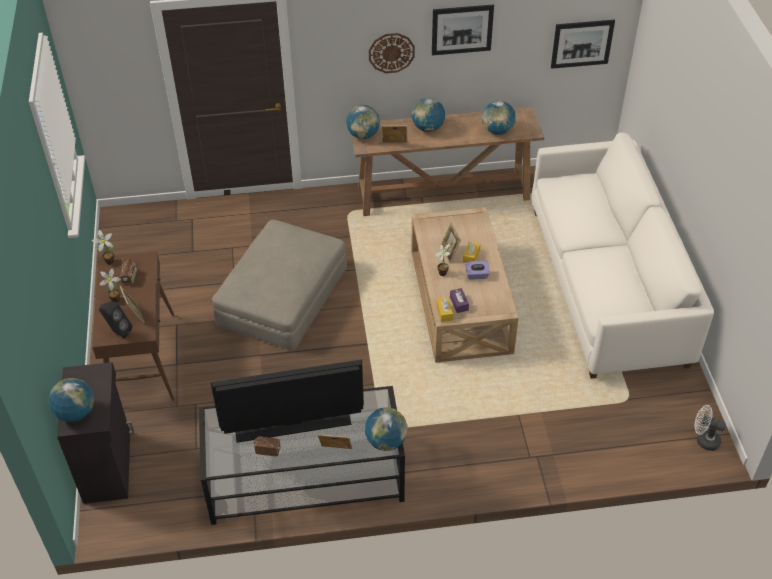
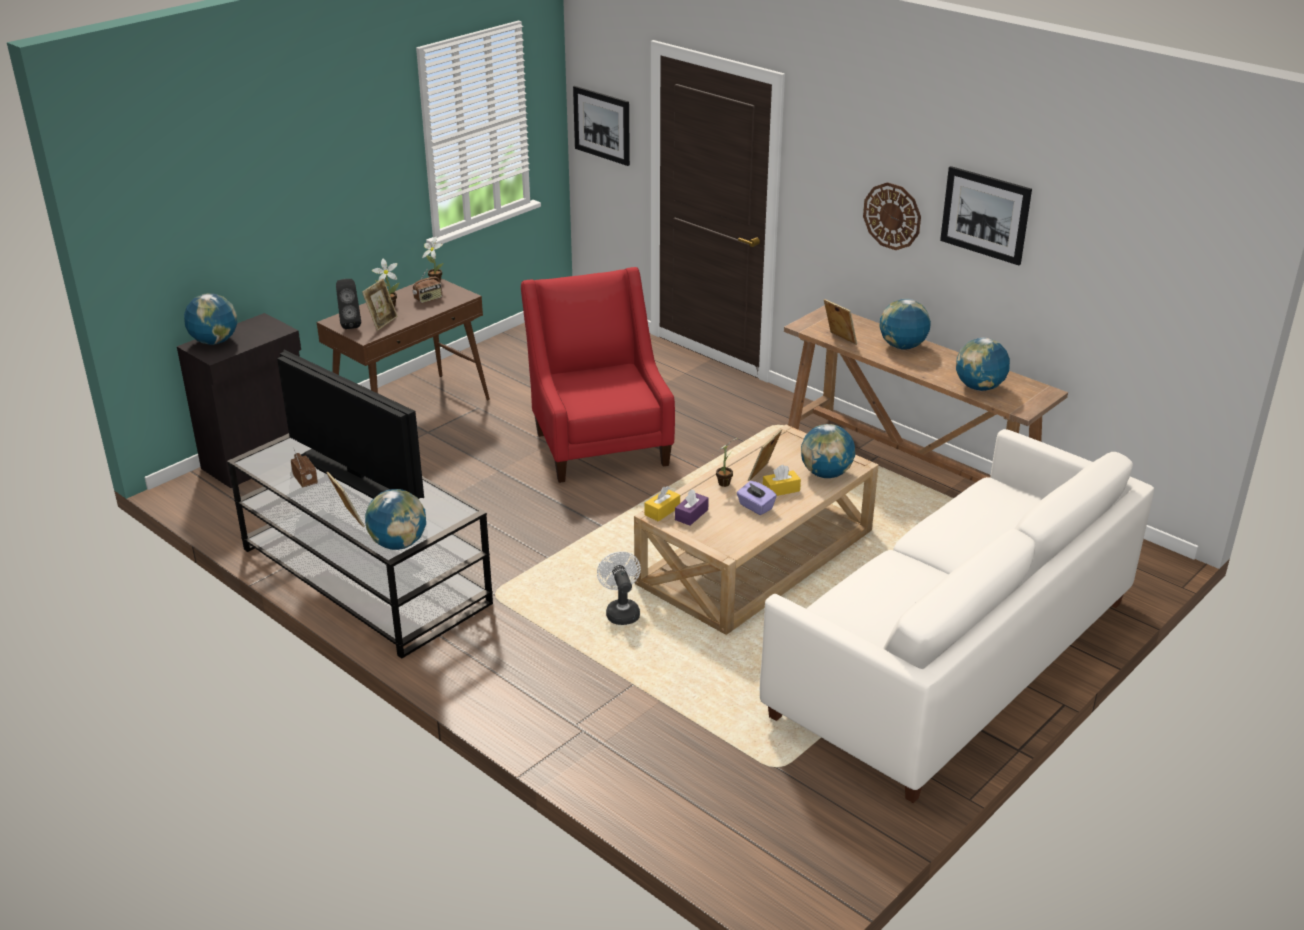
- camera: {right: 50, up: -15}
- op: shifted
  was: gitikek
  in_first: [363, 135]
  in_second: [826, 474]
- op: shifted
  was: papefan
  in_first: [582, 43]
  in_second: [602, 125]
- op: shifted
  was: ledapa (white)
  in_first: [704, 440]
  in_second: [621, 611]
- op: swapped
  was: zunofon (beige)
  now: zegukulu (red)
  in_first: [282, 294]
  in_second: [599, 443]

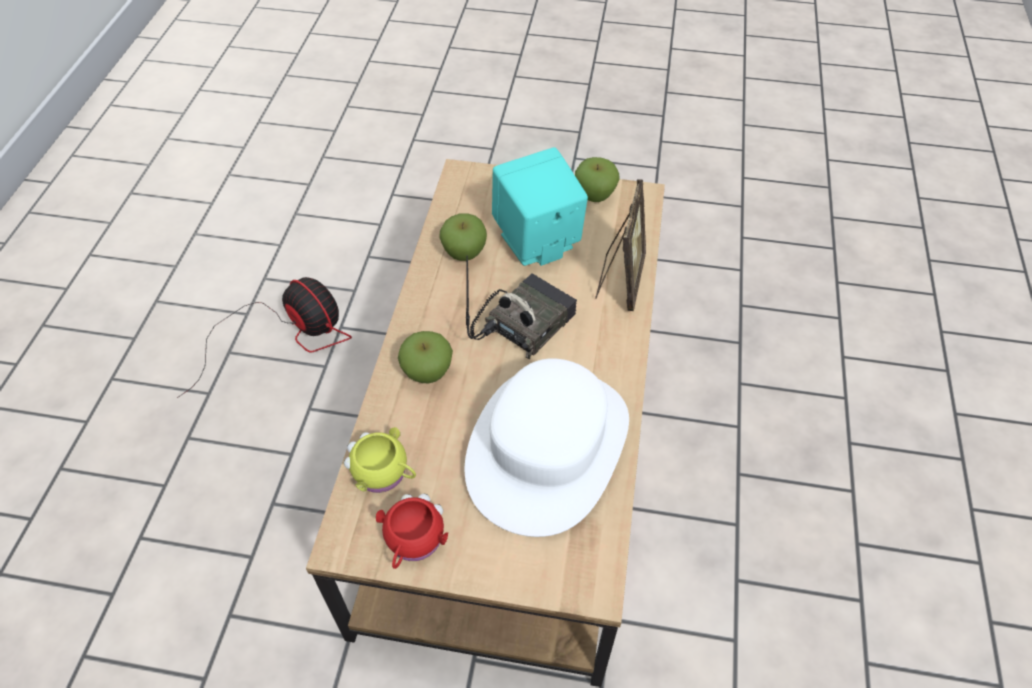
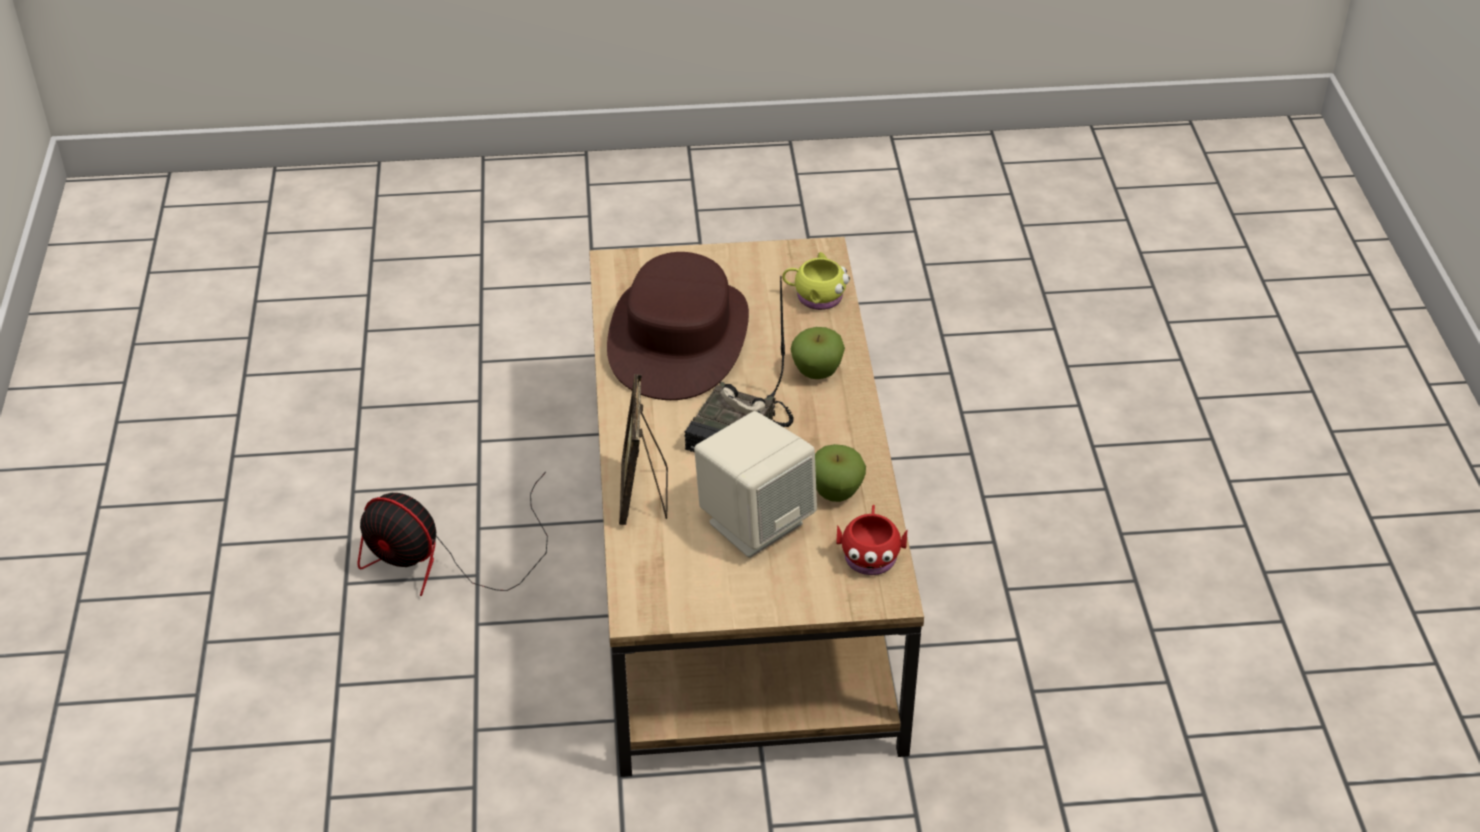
- camera: {right: 165, up: -10}
- op: gone
  was: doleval
  in_first: [595, 196]
- op: shifted
  was: ledapa
  in_first: [286, 336]
  in_second: [446, 559]
- op: shifted
  was: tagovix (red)
  in_first: [413, 542]
  in_second: [870, 554]
- op: repainted
  was: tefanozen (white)
  now: tefanozen (brown)
  in_first: [547, 447]
  in_second: [679, 338]
- op: repainted
  was: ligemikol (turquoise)
  now: ligemikol (beige)
  in_first: [537, 242]
  in_second: [755, 523]

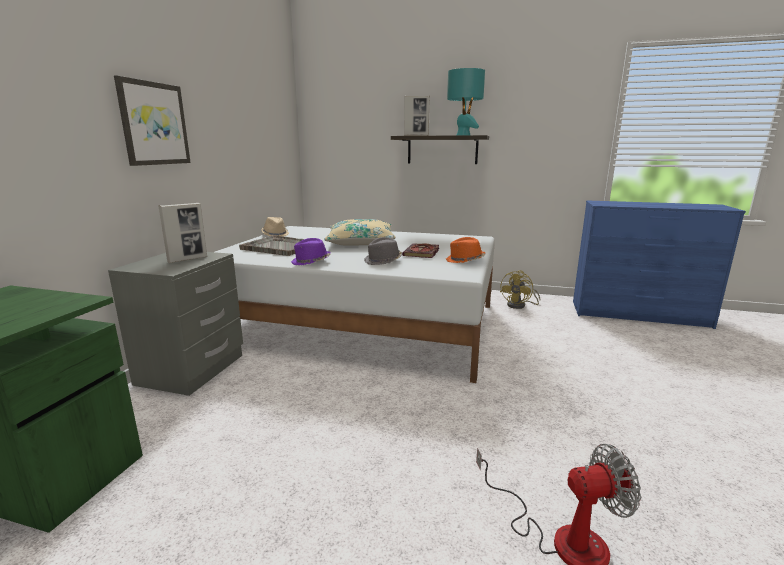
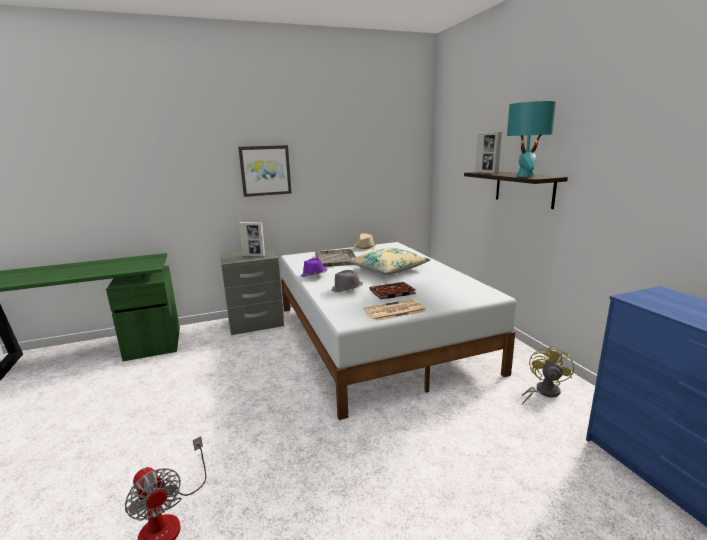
- camera: {right: 55, up: 0}
- op: swapped
  was: tefanozen (orange)
  now: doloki
  in_first: [465, 260]
  in_second: [394, 311]
- op: rotated
  was: ledapa (yellow)
  in_first: [520, 305]
  in_second: [543, 392]
  clockwise: 120

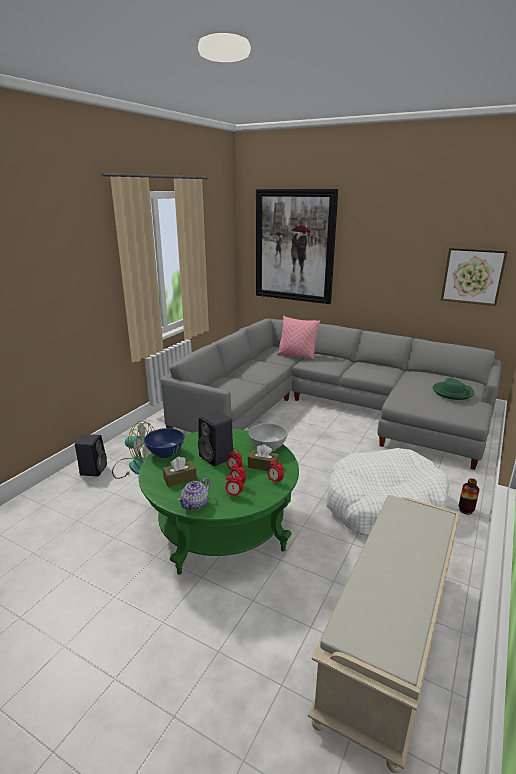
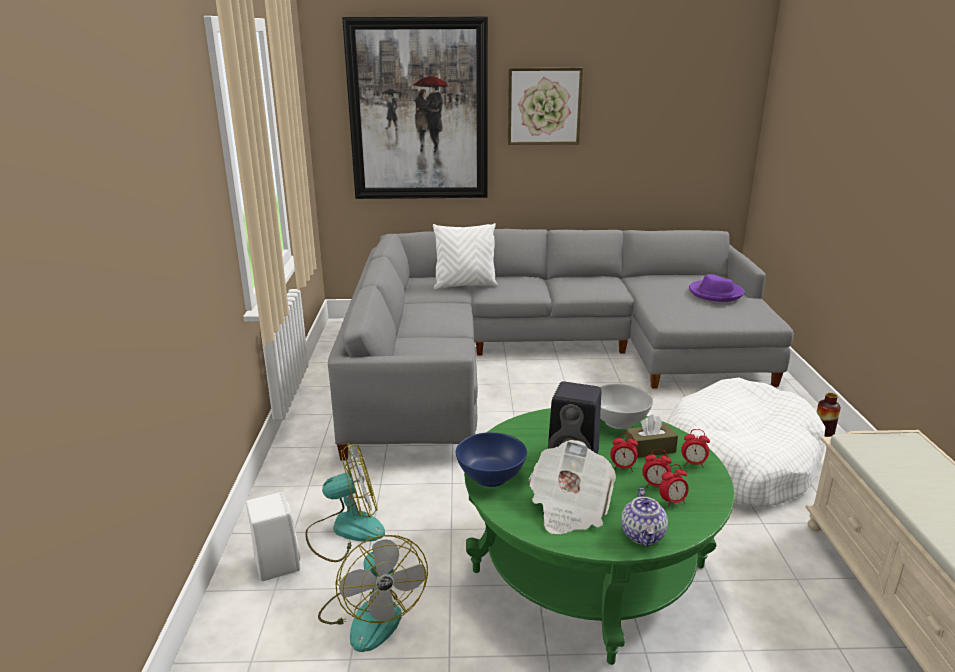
- camera: {right: -30, up: 0}
- op: new
  now: ledapa
  in_second: [371, 614]
- op: shifted
  was: papefan
  in_first: [472, 276]
  in_second: [544, 106]
- op: swapped
  was: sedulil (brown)
  now: doloki
  in_first: [180, 479]
  in_second: [569, 507]
- op: repainted
  was: ligemikol (black)
  now: ligemikol (white)
  in_first: [94, 469]
  in_second: [276, 563]
- op: repainted
  was: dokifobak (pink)
  now: dokifobak (white)
  in_first: [297, 356]
  in_second: [465, 285]
- op: repainted
  was: tefanozen (green)
  now: tefanozen (purple)
  in_first: [452, 392]
  in_second: [715, 293]

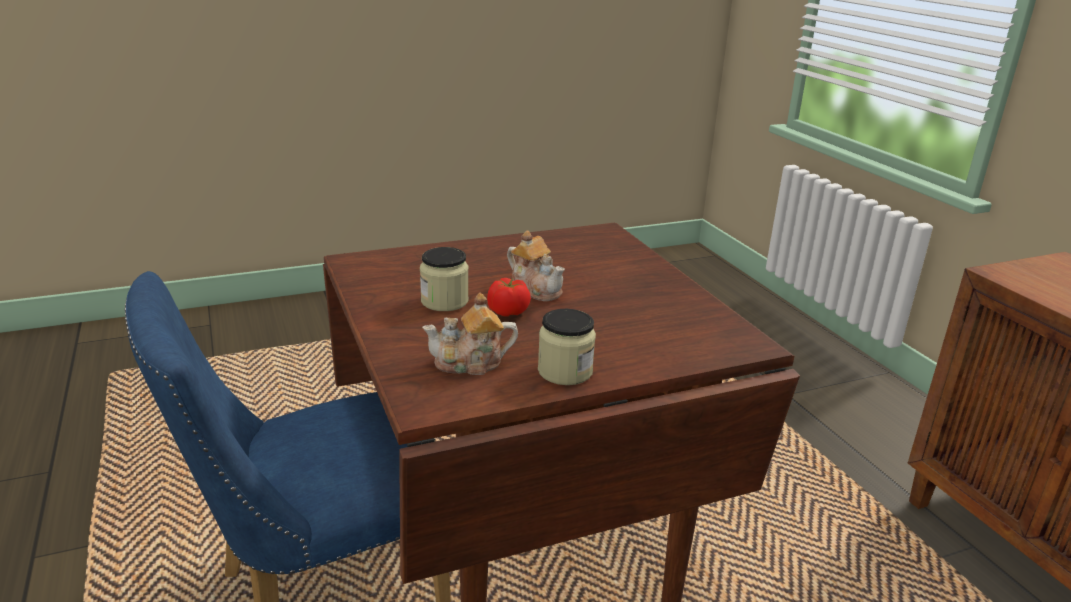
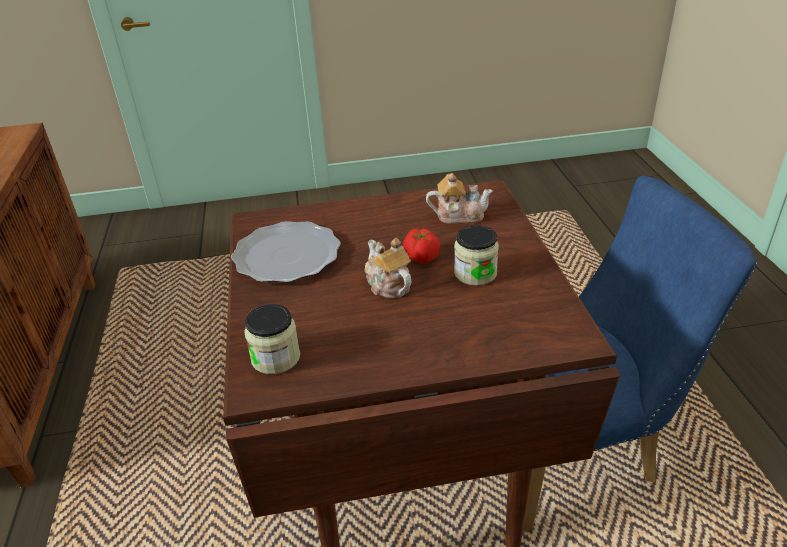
- camera: {right: -165, up: 10}
- op: new
  now: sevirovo
  in_second: [287, 256]
- op: shifted
  was: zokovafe
  in_first: [565, 371]
  in_second: [276, 358]

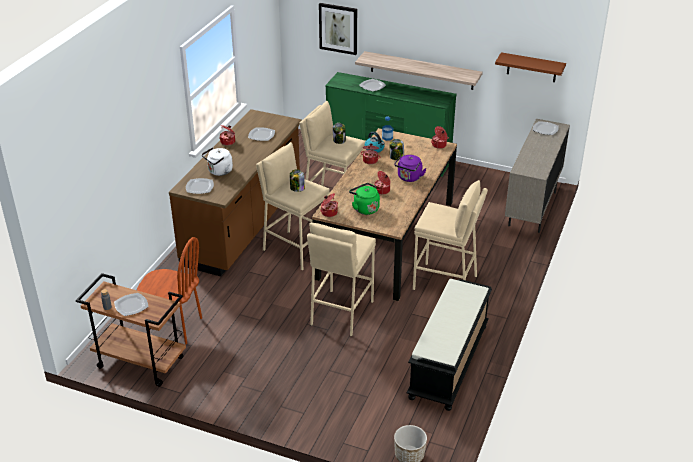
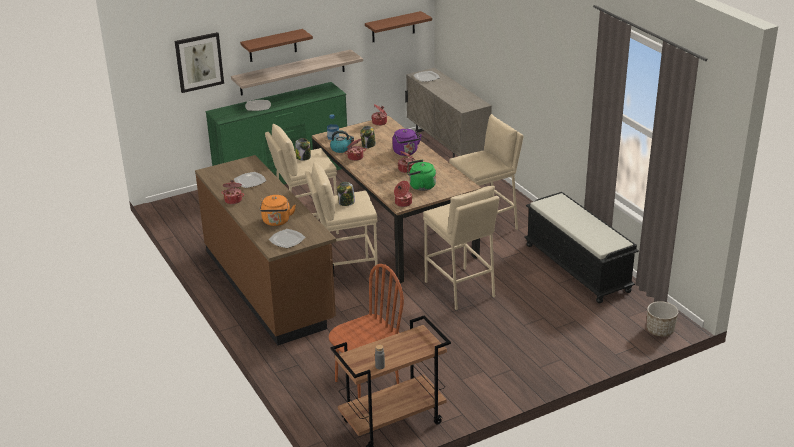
- camera: {right: -50, up: -5}
- op: gone
  was: sevirovo
  in_first: [131, 306]
- op: new
  now: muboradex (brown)
  in_second: [272, 45]
- op: repainted
  was: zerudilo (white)
  now: zerudilo (orange)
  in_first: [219, 172]
  in_second: [276, 222]

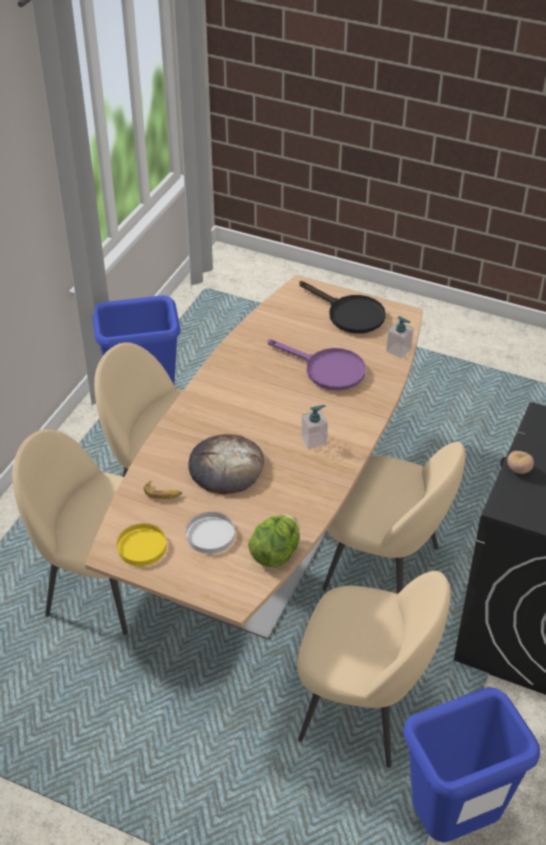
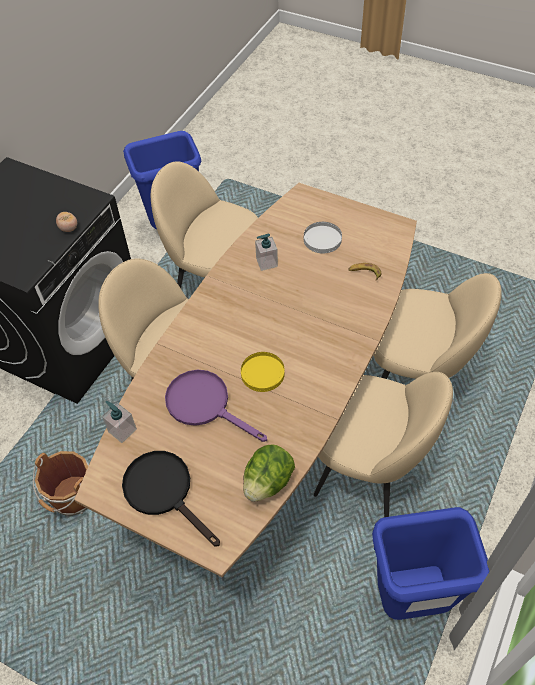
- camera: {right: -175, up: 10}
- op: gone
  was: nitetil
  in_first: [226, 467]
- op: new
  now: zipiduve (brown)
  in_second: [72, 498]
- op: shifted
  was: sevirovo (yellow)
  in_first: [142, 547]
  in_second: [262, 373]
- op: shifted
  was: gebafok
  in_first: [275, 553]
  in_second: [268, 482]
- op: shifted
  was: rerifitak
  in_first: [314, 440]
  in_second: [266, 262]

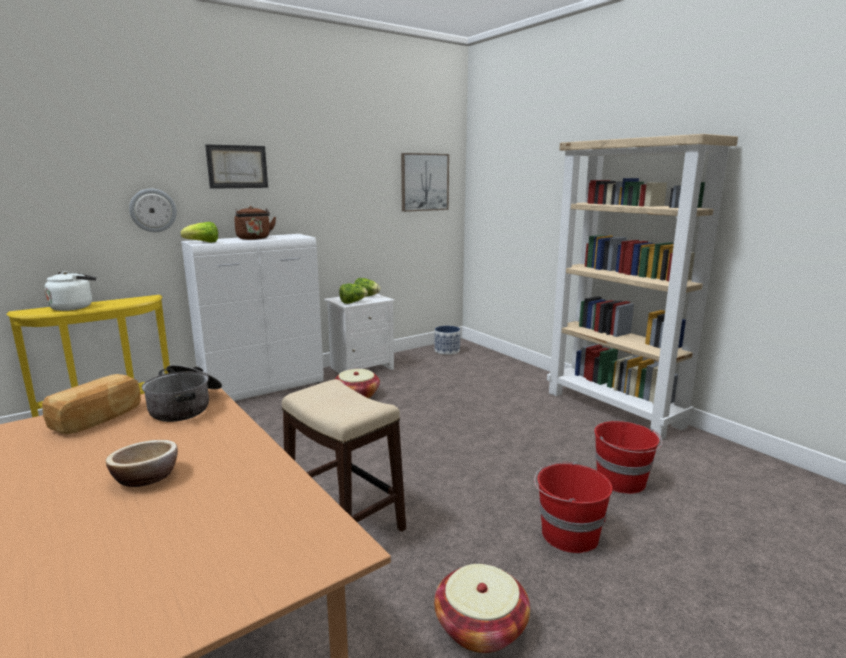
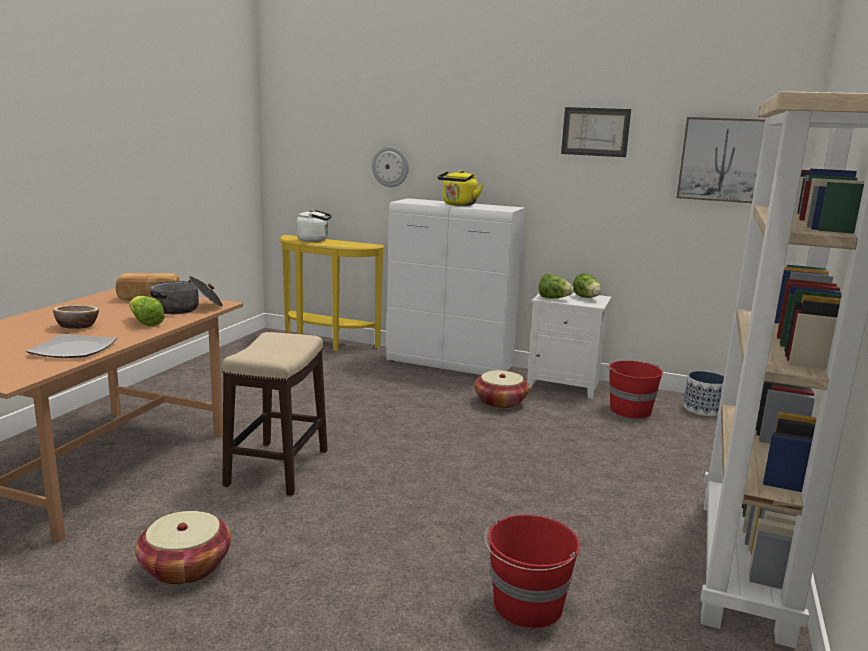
- camera: {right: 55, up: 0}
- op: new
  now: sevirovo
  in_second: [73, 349]
- op: shifted
  was: gebafok
  in_first: [203, 242]
  in_second: [145, 323]
- op: shifted
  was: papefan
  in_first: [237, 166]
  in_second: [595, 132]
- op: shifted
  was: zipiduve (red)
  in_first: [568, 534]
  in_second: [629, 410]
- op: repainted
  was: zerudilo (brown)
  now: zerudilo (yellow)
  in_first: [254, 239]
  in_second: [458, 205]

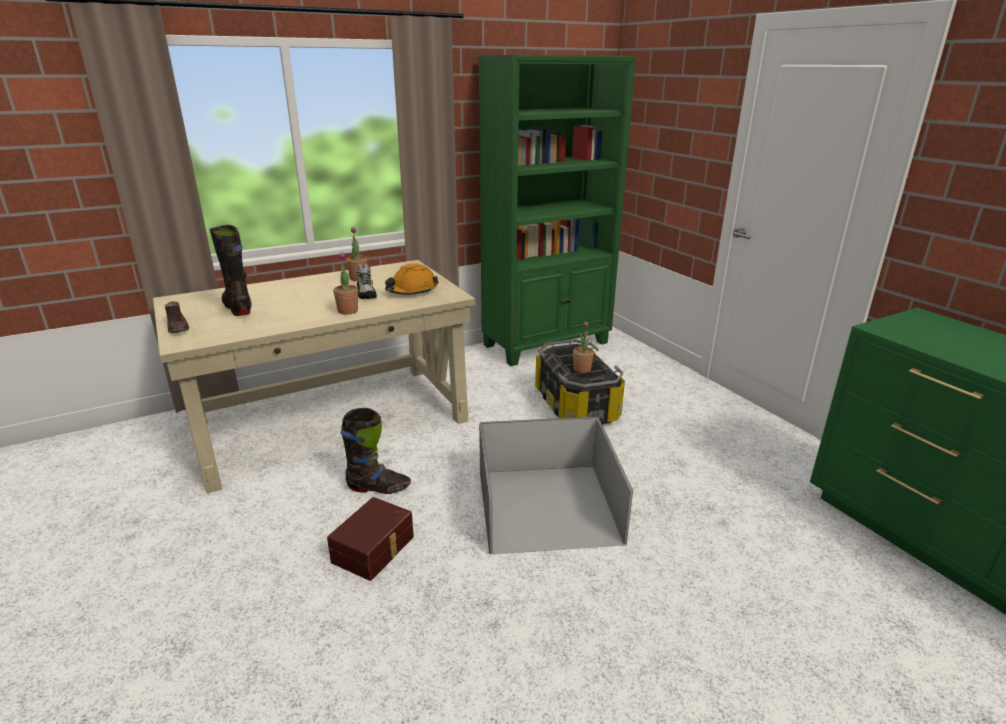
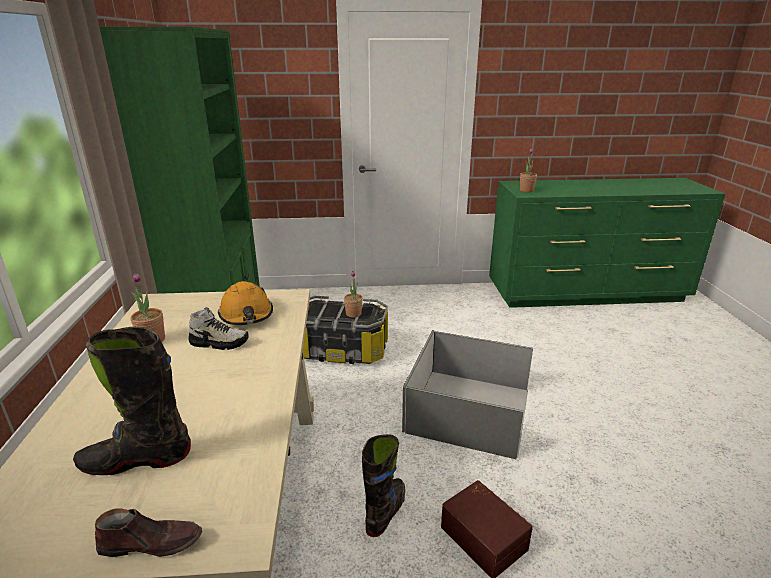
- camera: {right: -65, up: 0}
- op: shifted
  was: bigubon
  in_first: [348, 311]
  in_second: [526, 190]

